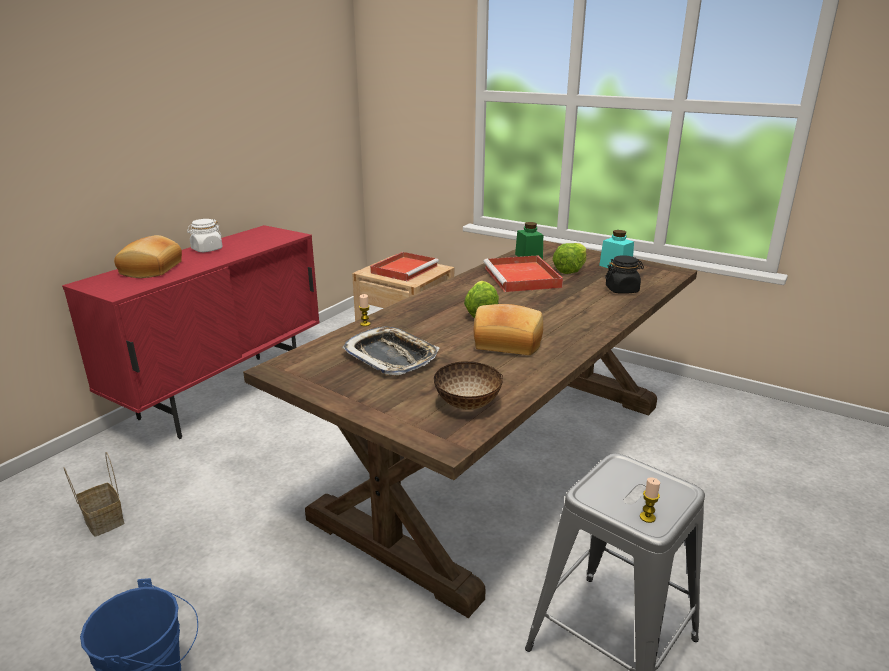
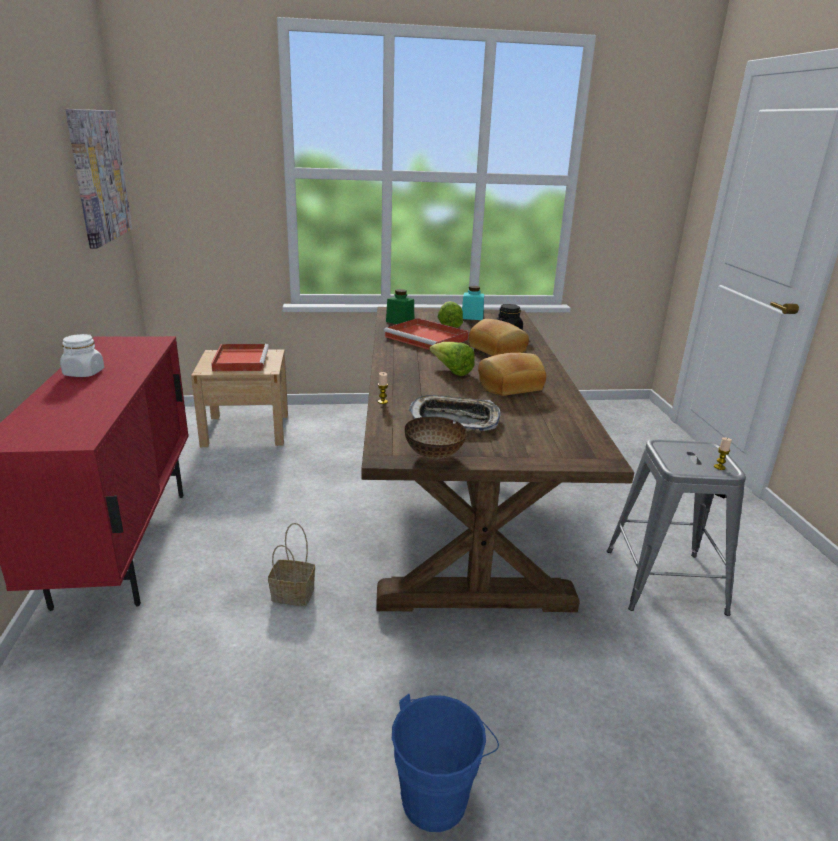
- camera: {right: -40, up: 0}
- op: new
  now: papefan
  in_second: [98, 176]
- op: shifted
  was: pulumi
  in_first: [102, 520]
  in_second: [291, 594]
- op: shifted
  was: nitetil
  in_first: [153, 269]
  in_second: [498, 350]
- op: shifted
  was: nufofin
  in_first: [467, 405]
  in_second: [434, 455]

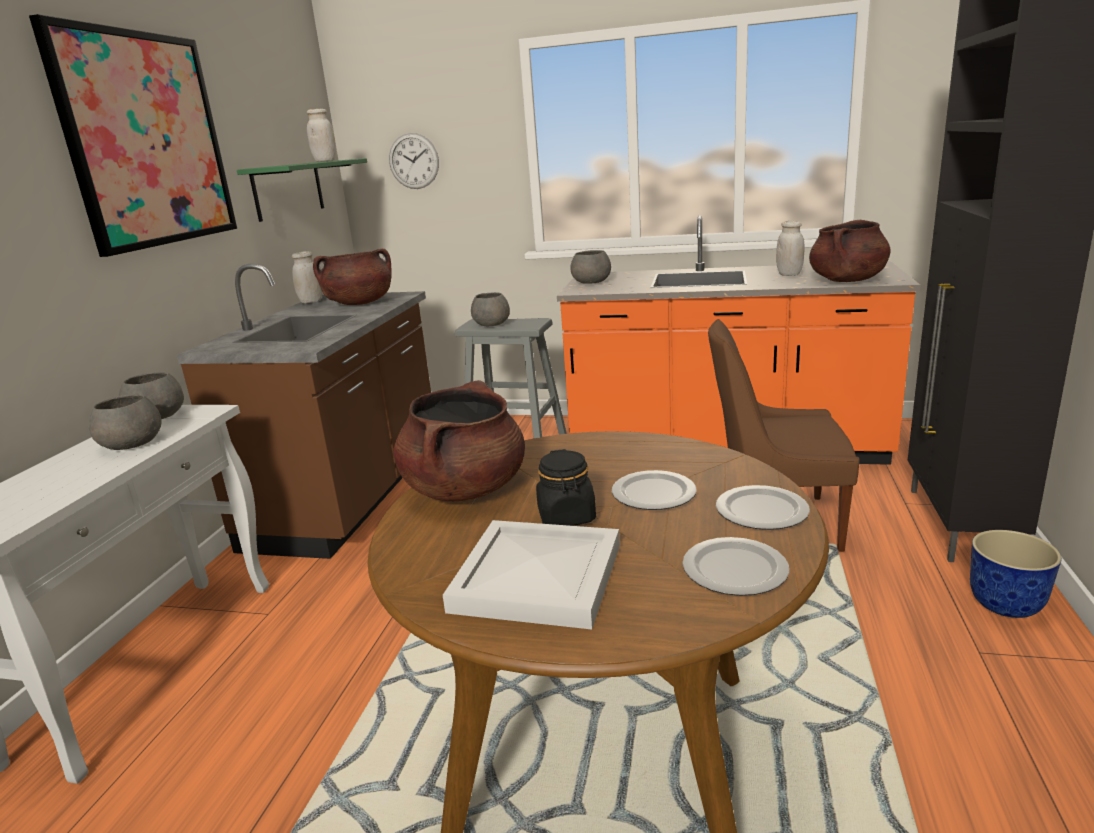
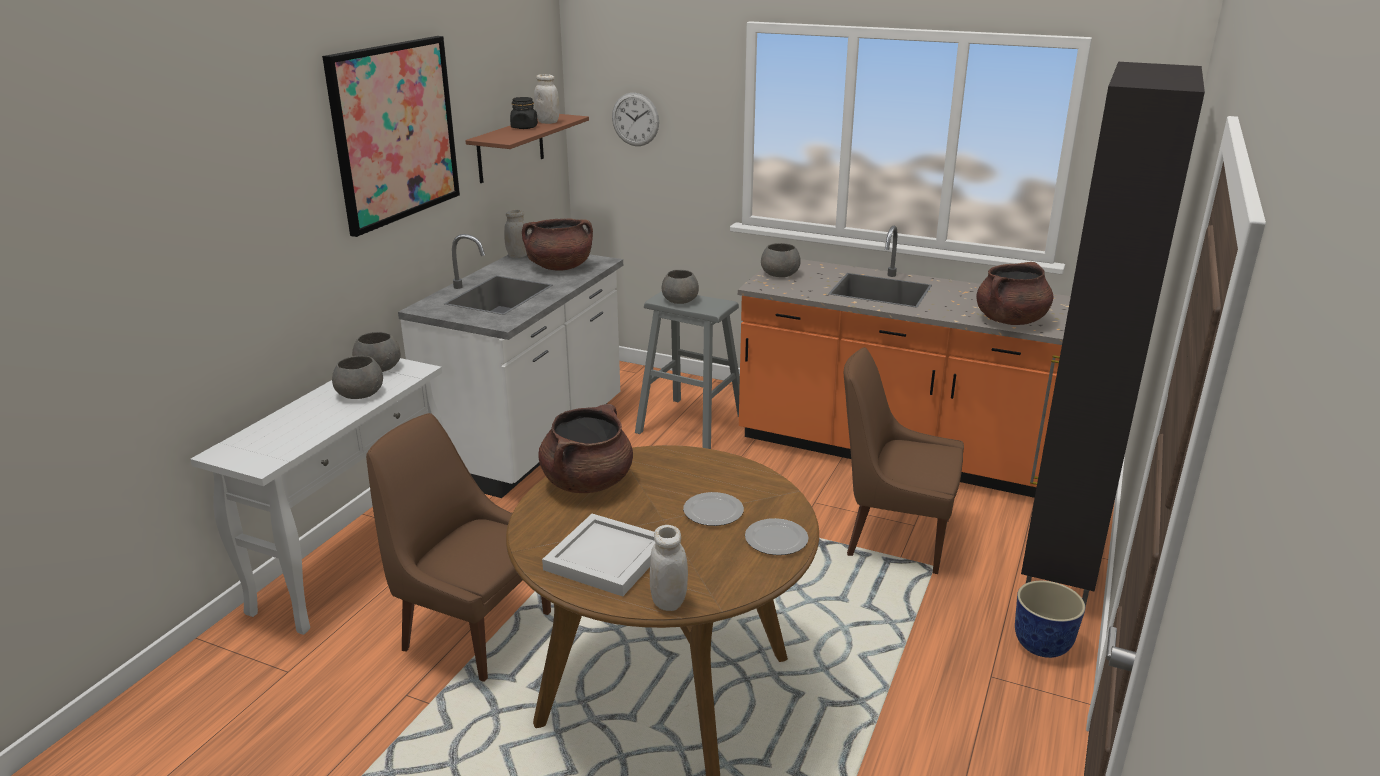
- camera: {right: 10, up: 5}
- op: gone
  was: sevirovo
  in_first: [735, 571]
- op: new
  now: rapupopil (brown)
  in_second: [472, 630]
- op: shifted
  was: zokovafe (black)
  in_first: [566, 516]
  in_second: [524, 127]
- op: shifted
  was: zokovafe (white)
  in_first: [789, 274]
  in_second: [668, 601]
- op: repainted
  was: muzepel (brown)
  now: muzepel (white)
  in_first: [351, 497]
  in_second: [531, 441]
- op: repainted
  was: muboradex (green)
  now: muboradex (brown)
  in_first: [288, 190]
  in_second: [511, 148]

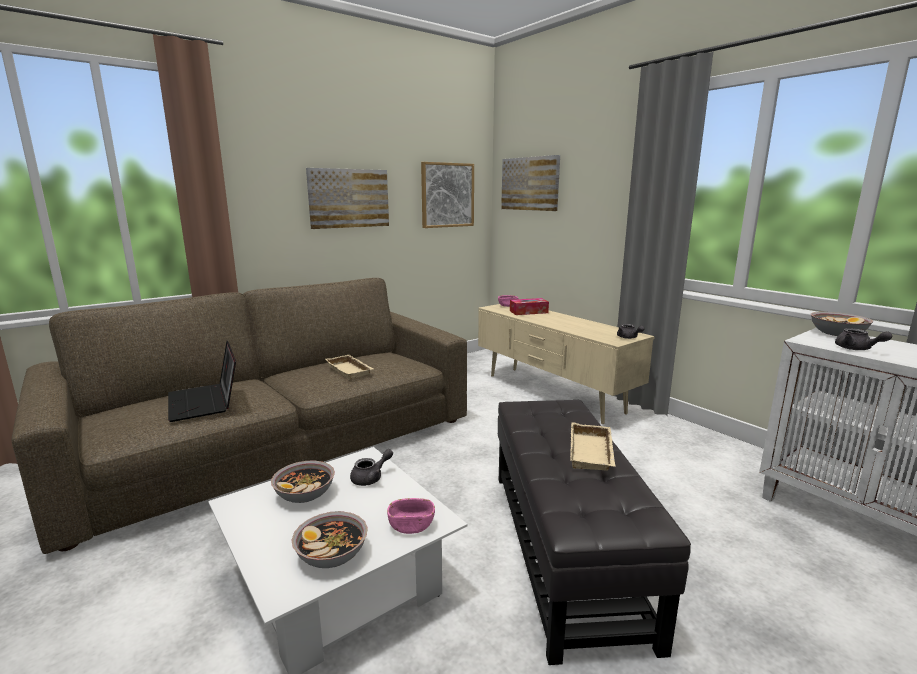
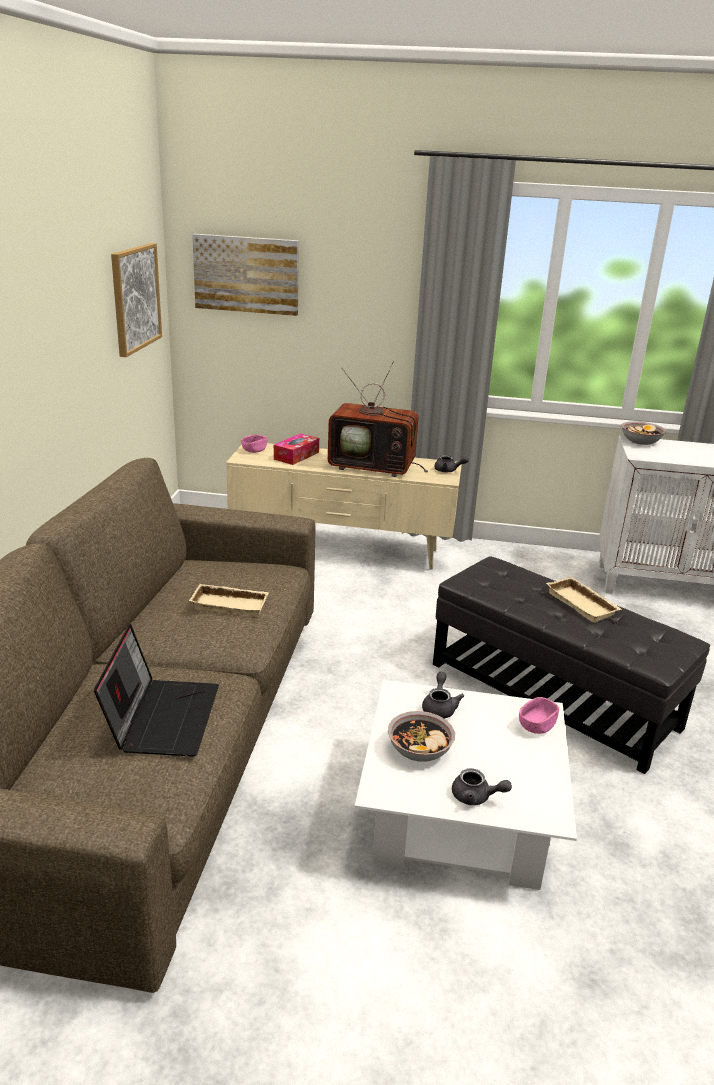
- camera: {right: -45, up: 10}
- op: gone
  was: nufofin
  in_first: [332, 554]
- op: gone
  was: papefan
  in_first: [348, 198]
- op: new
  now: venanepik
  in_second: [375, 466]
- op: shifted
  was: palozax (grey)
  in_first: [857, 349]
  in_second: [476, 797]
- op: rotated
  was: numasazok
  in_first: [205, 402]
  in_second: [162, 717]
  clockwise: -105

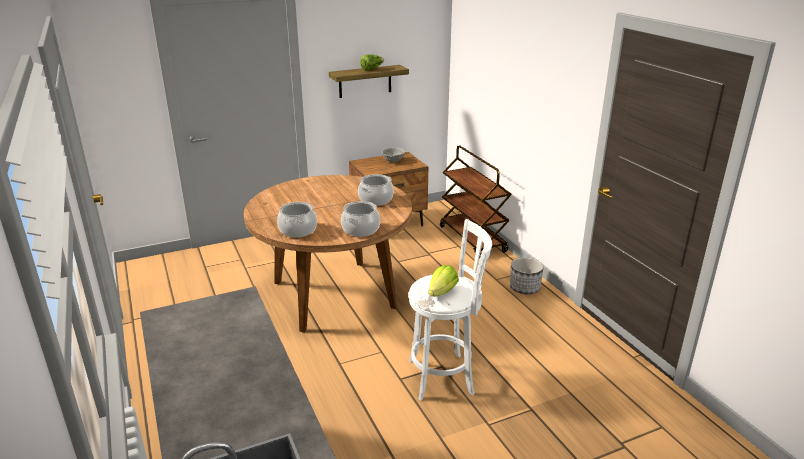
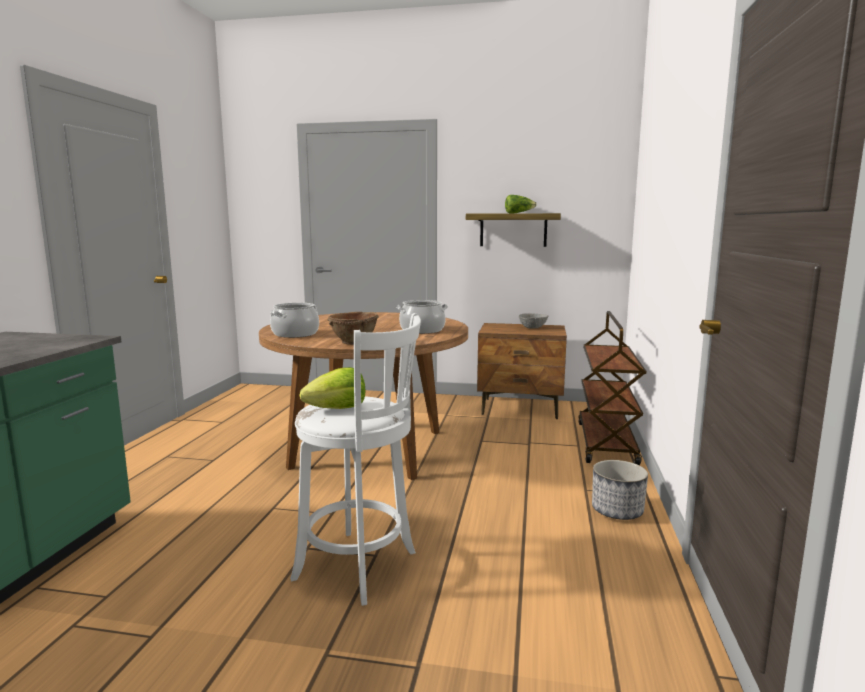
- camera: {right: 35, up: -15}
- op: swapped
  was: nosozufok
  now: nufofin (brown)
  in_first: [361, 229]
  in_second: [353, 342]

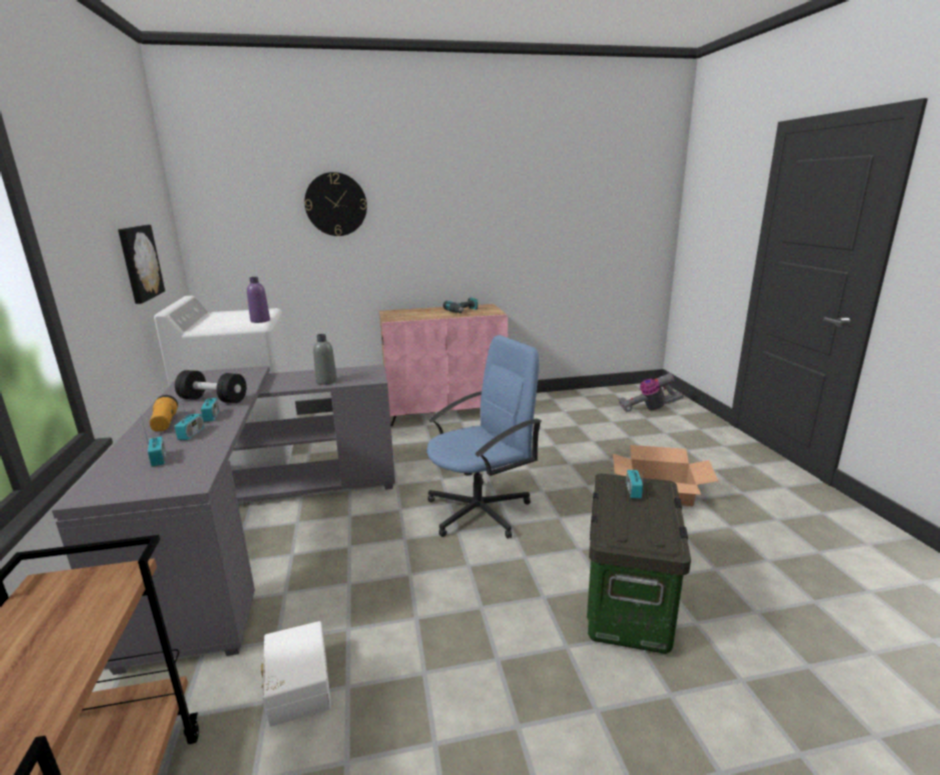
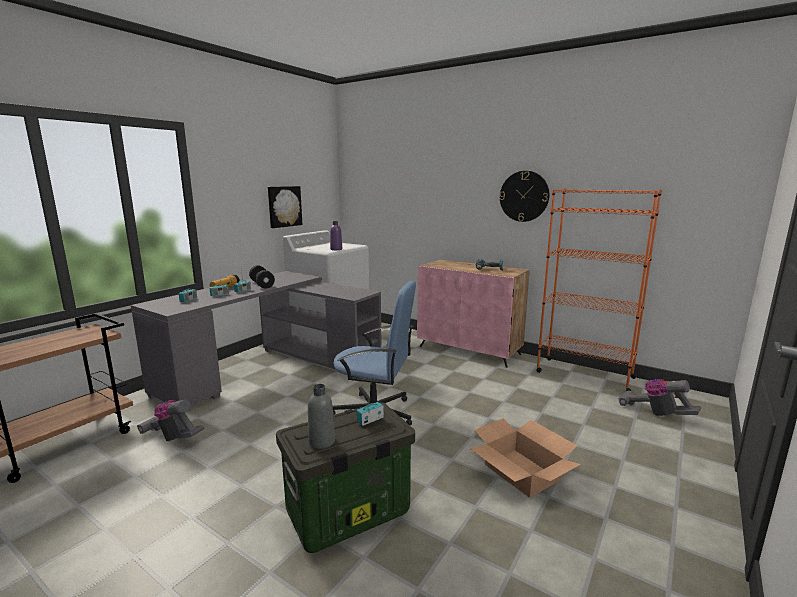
- camera: {right: 45, up: -5}
- op: new
  now: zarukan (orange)
  in_second: [584, 374]
- op: shifted
  was: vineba
  in_first: [336, 204]
  in_second: [524, 196]
- op: shifted
  was: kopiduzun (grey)
  in_first: [326, 381]
  in_second: [321, 441]
- op: swapped
  was: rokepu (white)
  now: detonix
  in_first: [296, 685]
  in_second: [173, 437]

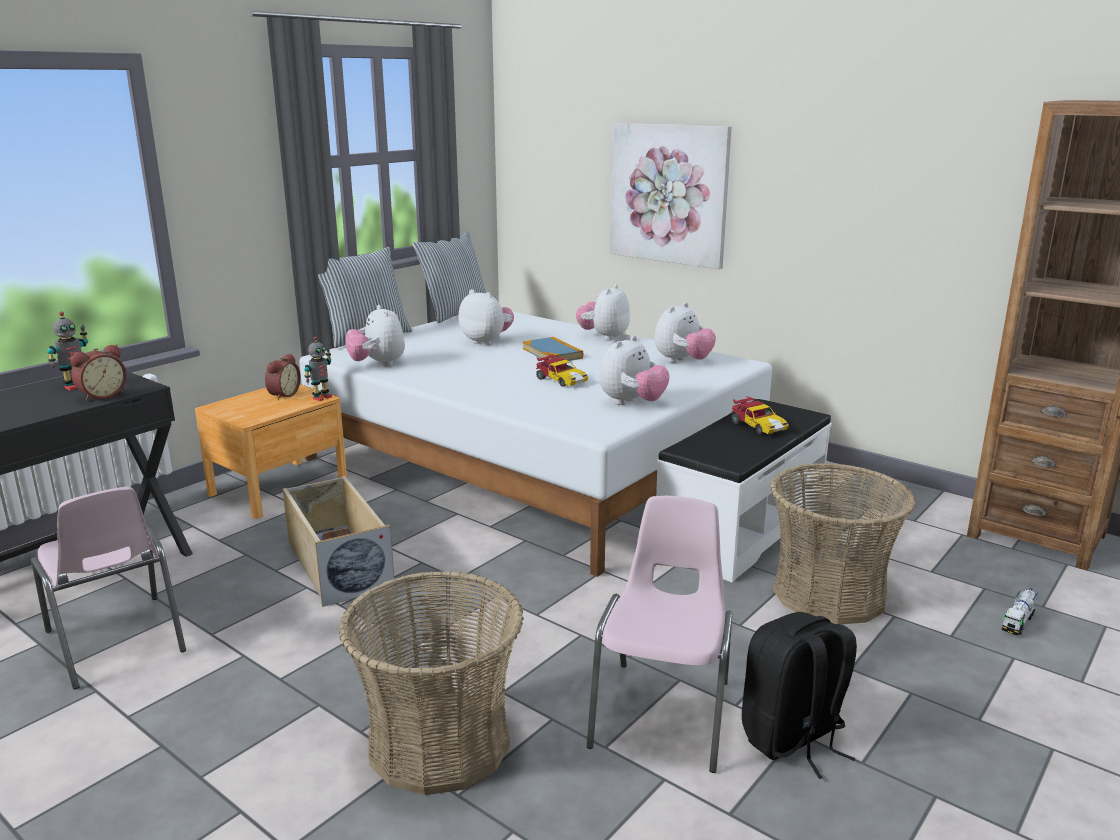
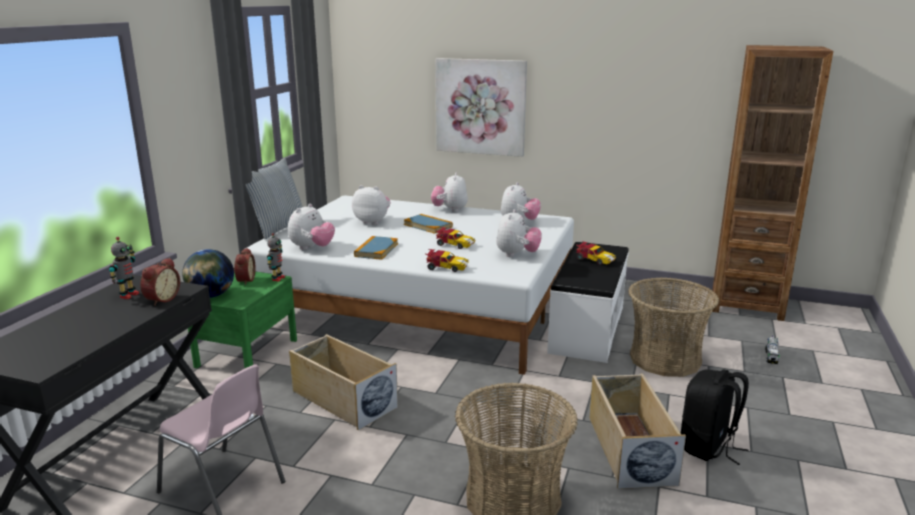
- camera: {right: -20, up: 0}
- op: gone
  was: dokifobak
  in_first: [455, 313]
- op: new
  now: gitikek
  in_second: [211, 295]
- op: new
  now: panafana
  in_second: [376, 250]
- op: new
  now: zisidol
  in_second: [446, 267]
- op: swapped
  was: rapupopil (pink)
  now: rokepu (beige)
  in_first: [664, 713]
  in_second: [629, 449]
- op: repainted
  was: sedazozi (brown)
  now: sedazozi (green)
  in_first: [278, 488]
  in_second: [247, 352]
- op: rotated
  was: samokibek
  in_first: [378, 364]
  in_second: [312, 248]
  clockwise: -105

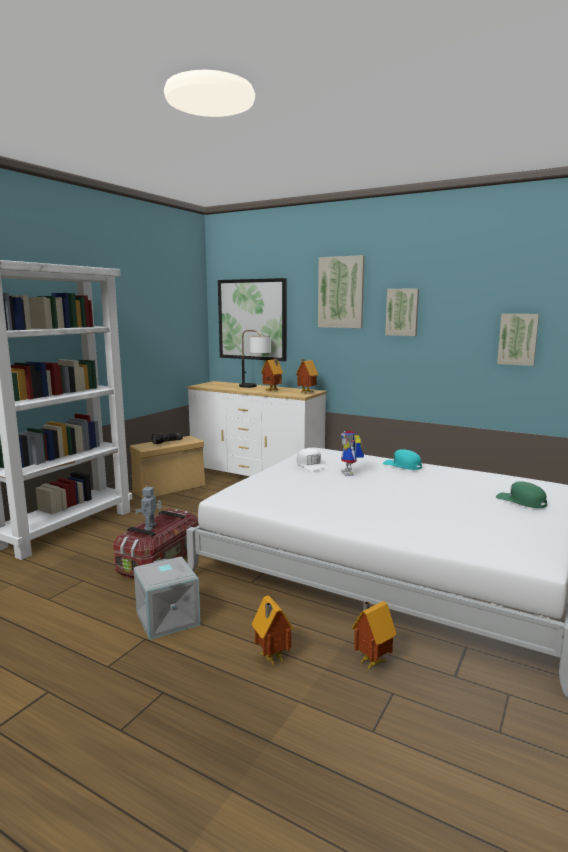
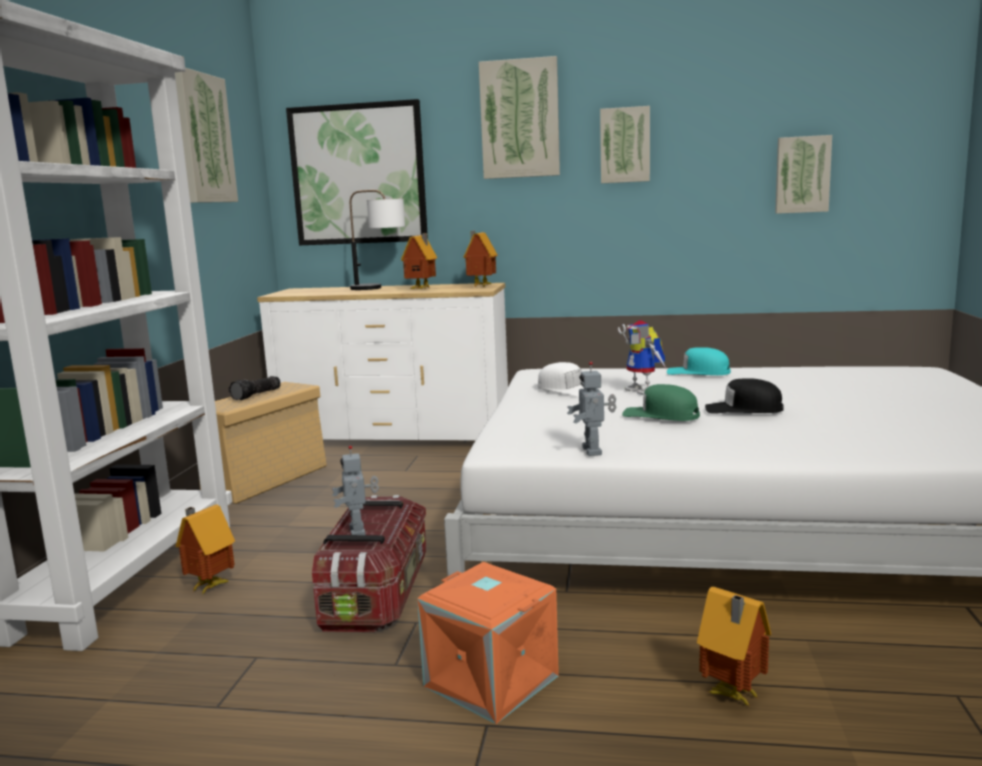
- camera: {right: -20, up: 0}
- op: new
  now: papefan
  in_second: [204, 139]
- op: new
  now: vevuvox
  in_second: [593, 451]
- op: new
  now: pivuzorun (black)
  in_second: [743, 409]
- op: shifted
  was: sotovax
  in_first: [370, 661]
  in_second: [209, 586]
- op: shifted
  was: pivuzorun (green)
  in_first: [521, 501]
  in_second: [661, 415]
- op: repainted
  was: rokepu (grey)
  now: rokepu (orange)
  in_first: [166, 619]
  in_second: [489, 682]

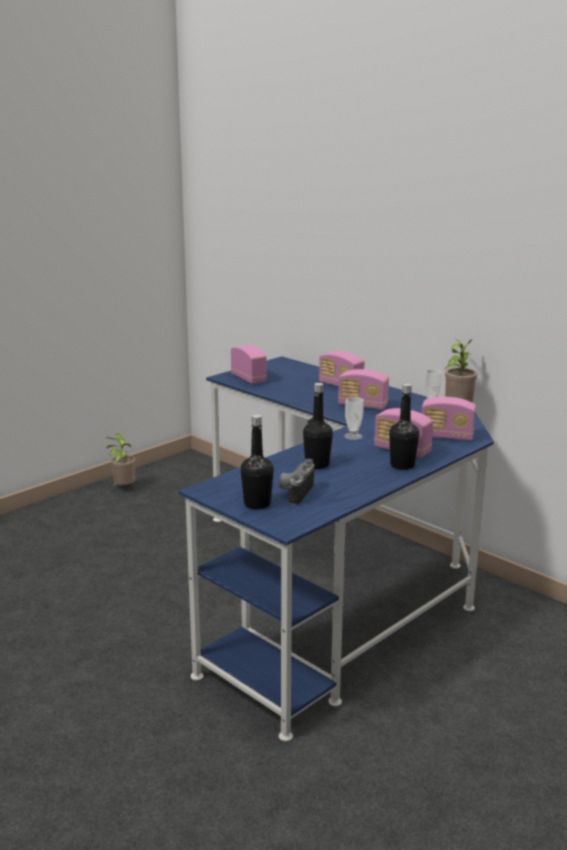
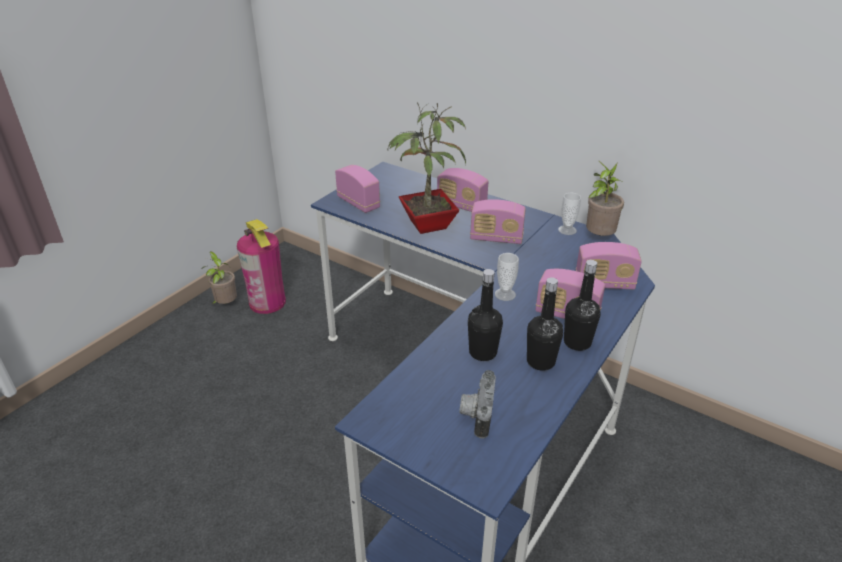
- camera: {right: -10, up: 15}
- op: new
  now: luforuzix
  in_second: [267, 302]
- op: new
  now: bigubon
  in_second: [425, 225]
- op: shifted
  was: kopiduzun (black)
  in_first: [257, 504]
  in_second: [540, 361]

